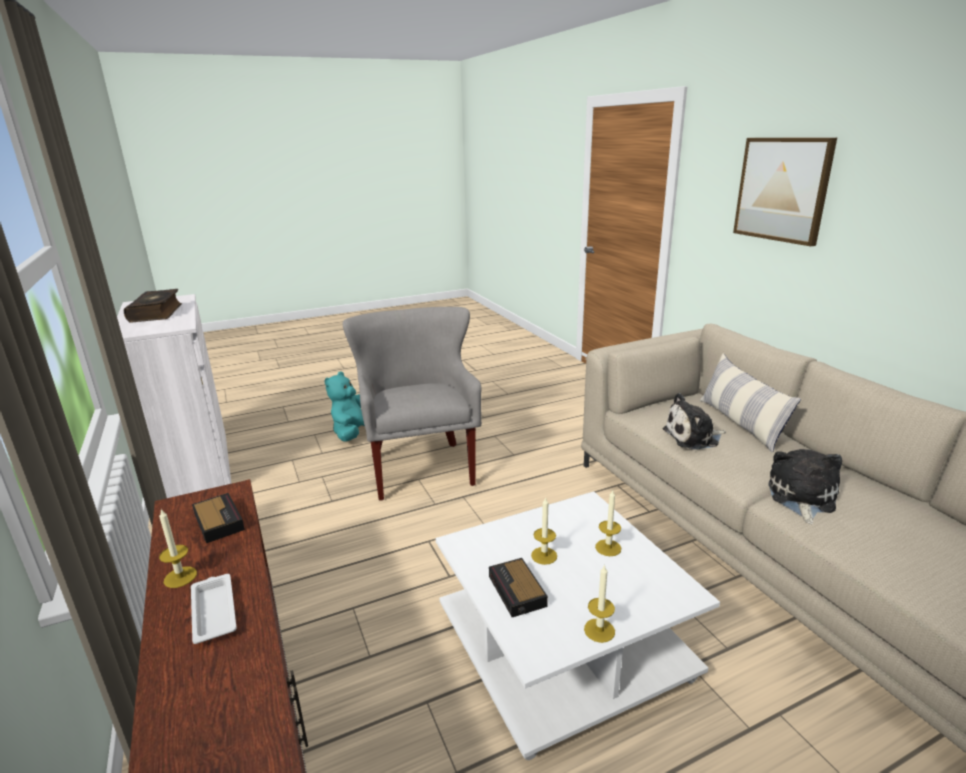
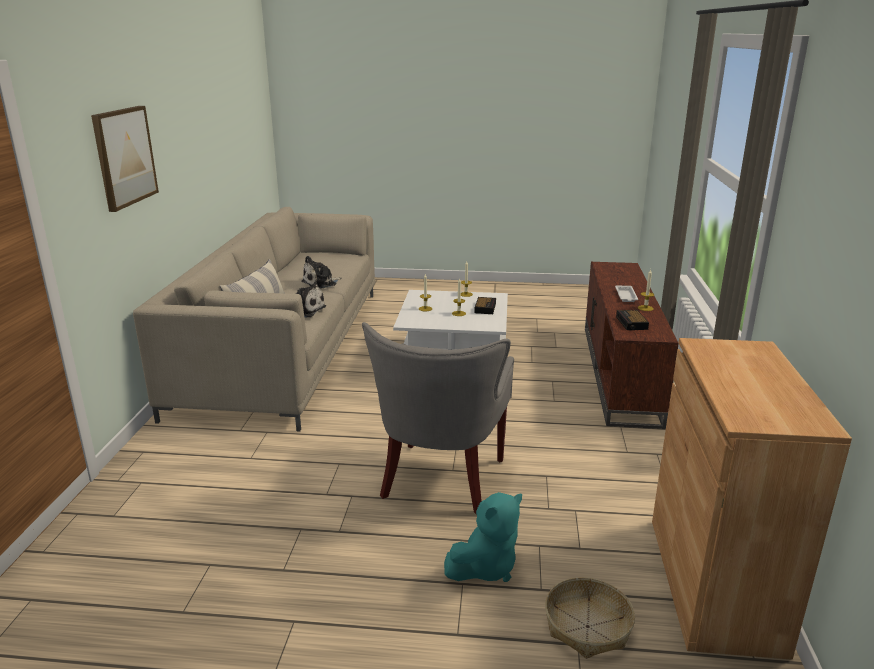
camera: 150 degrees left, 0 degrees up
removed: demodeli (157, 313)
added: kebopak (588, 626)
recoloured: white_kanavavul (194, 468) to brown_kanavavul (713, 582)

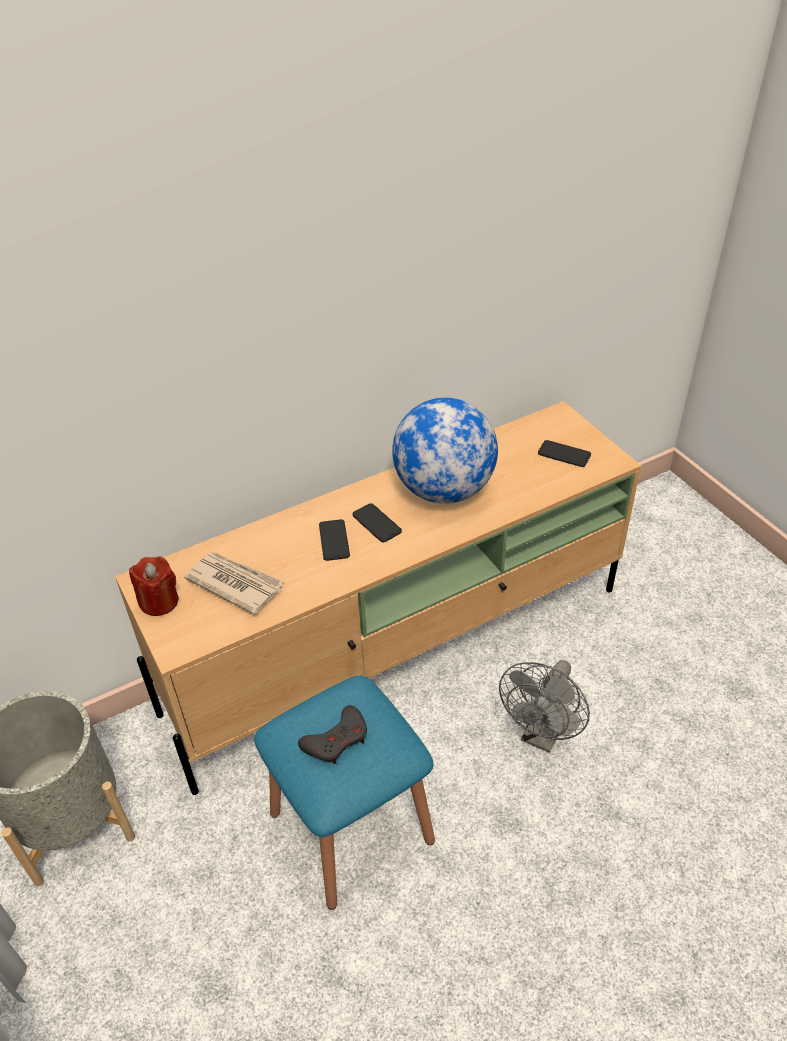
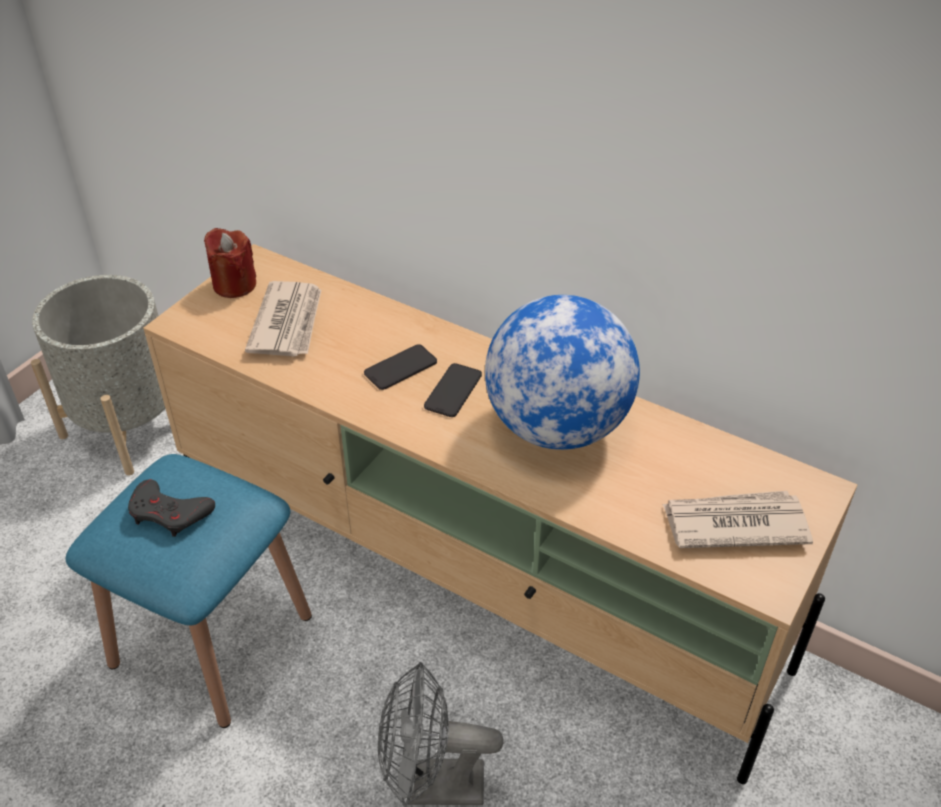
camera: 60 degrees right, 0 degrees up
replaced: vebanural (564, 454) to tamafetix (733, 523)

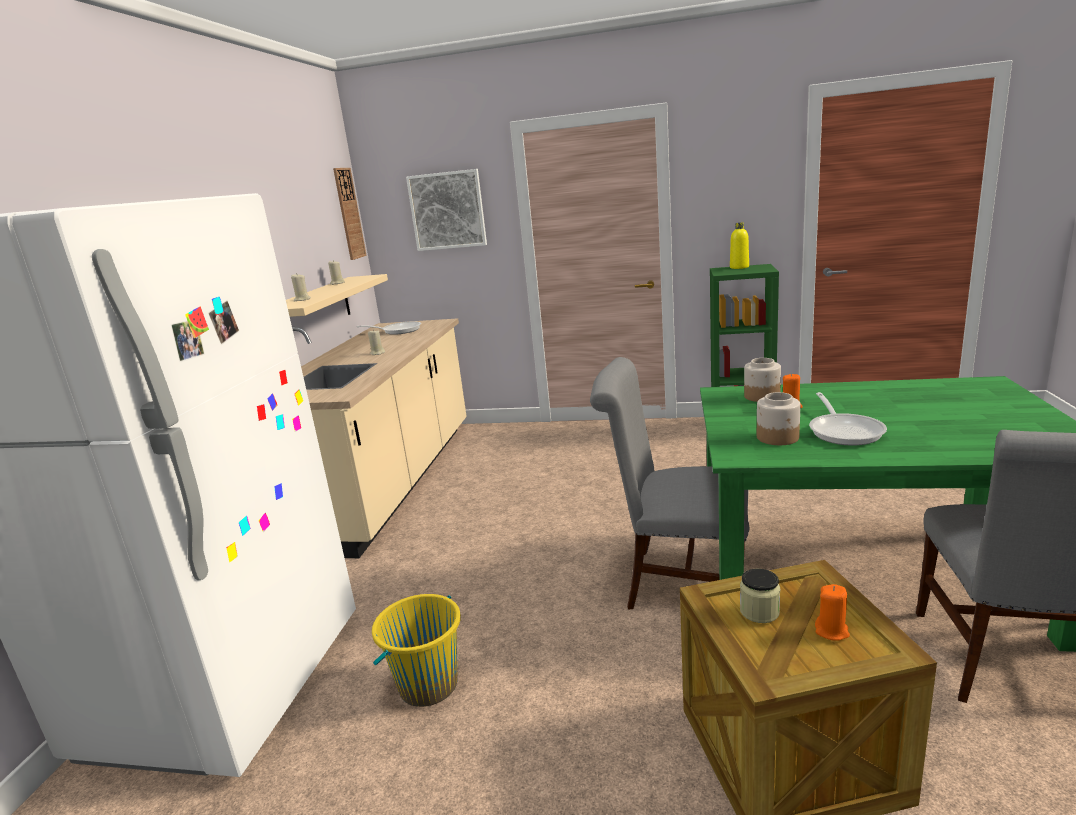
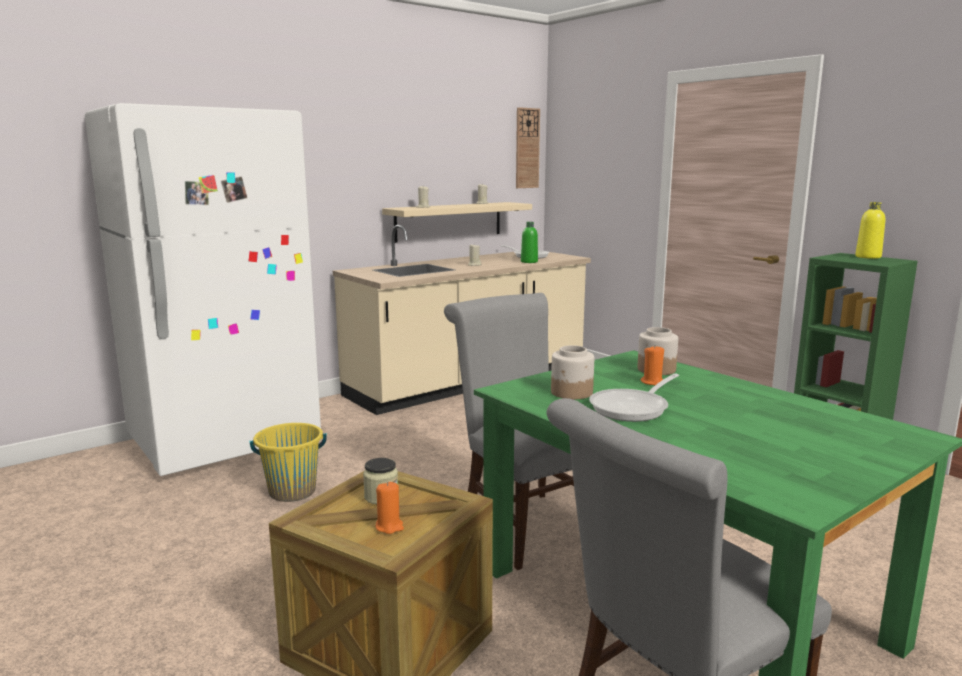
camera: 40 degrees right, 5 degrees down
removed: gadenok (447, 210)
added: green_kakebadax (529, 262)

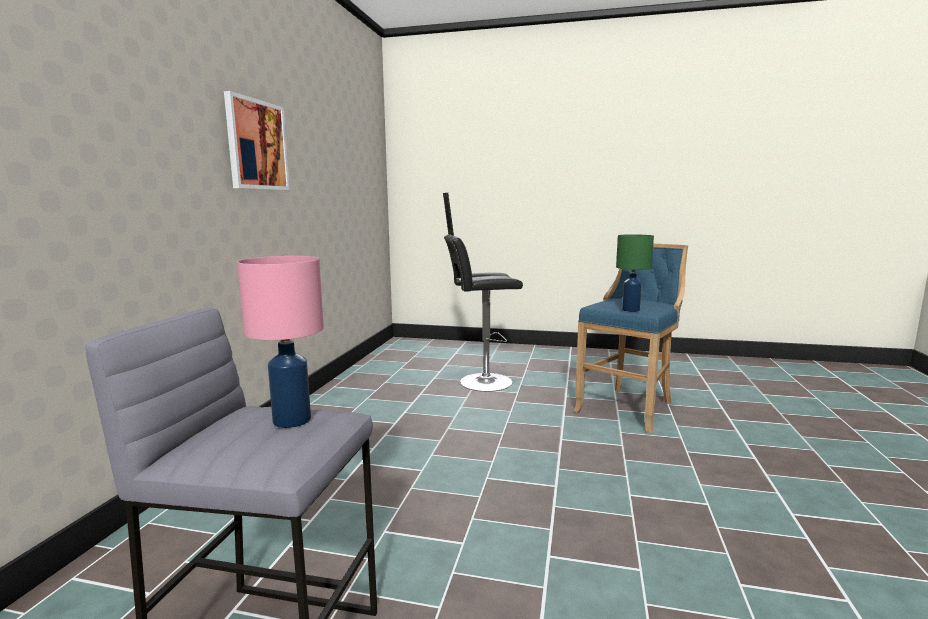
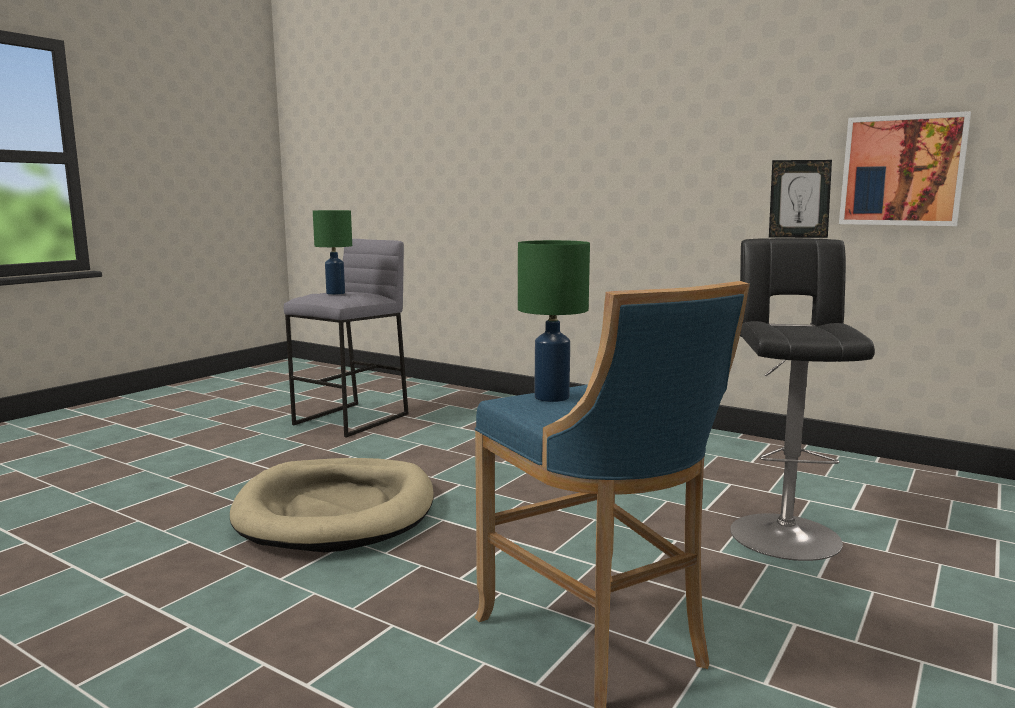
camera: 110 degrees right, 0 degrees up
added: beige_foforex (337, 511)
moved: gadenok (257, 145) to (902, 170)
recoloured: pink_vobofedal (292, 420) to green_vobofedal (336, 293)

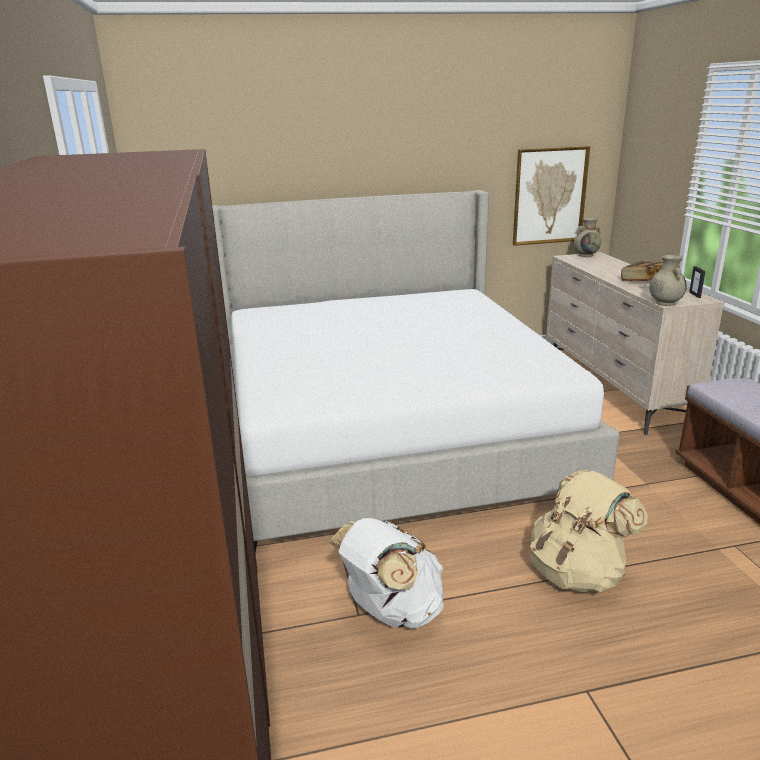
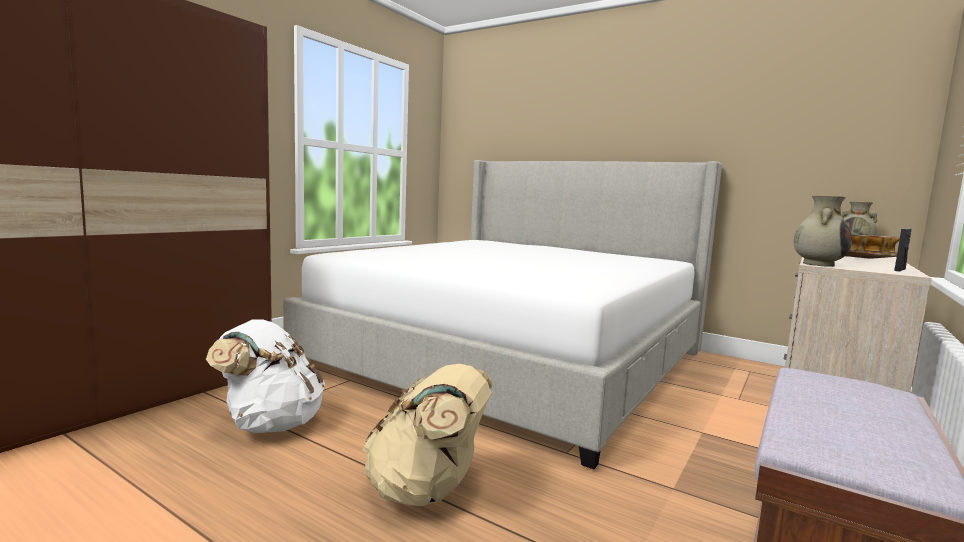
camera: 45 degrees right, 15 degrees down
removed: gadenok (549, 196)

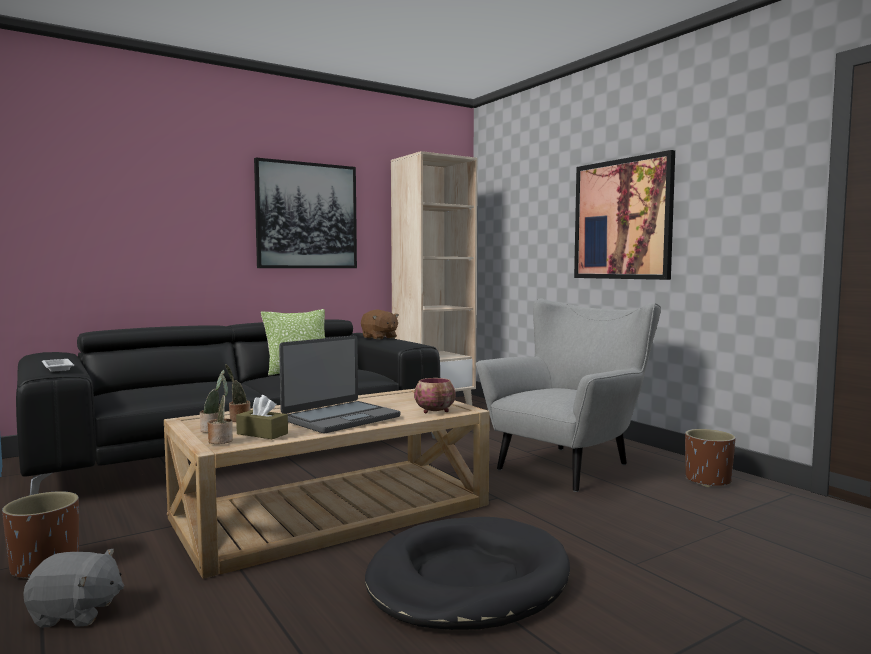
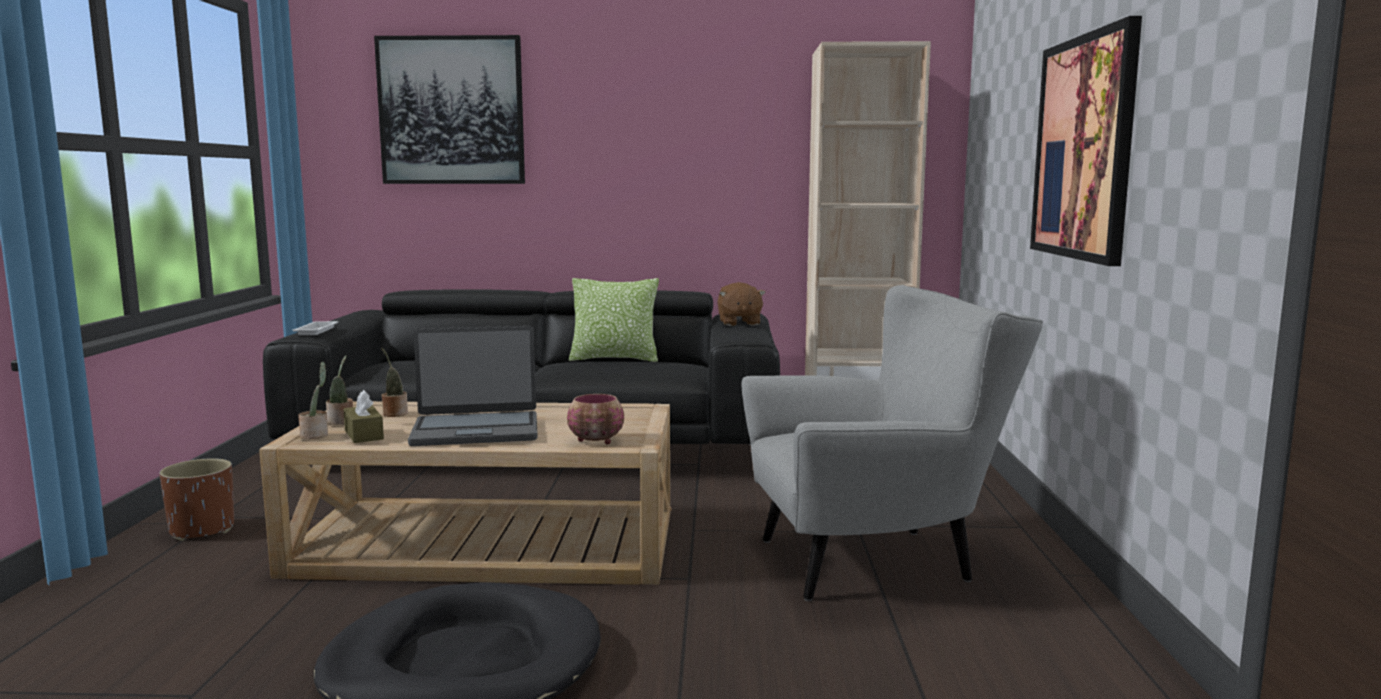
camera: 35 degrees right, 5 degrees up
removed: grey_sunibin (76, 613); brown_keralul (708, 480)
moved: gadenok (307, 216) to (451, 111)

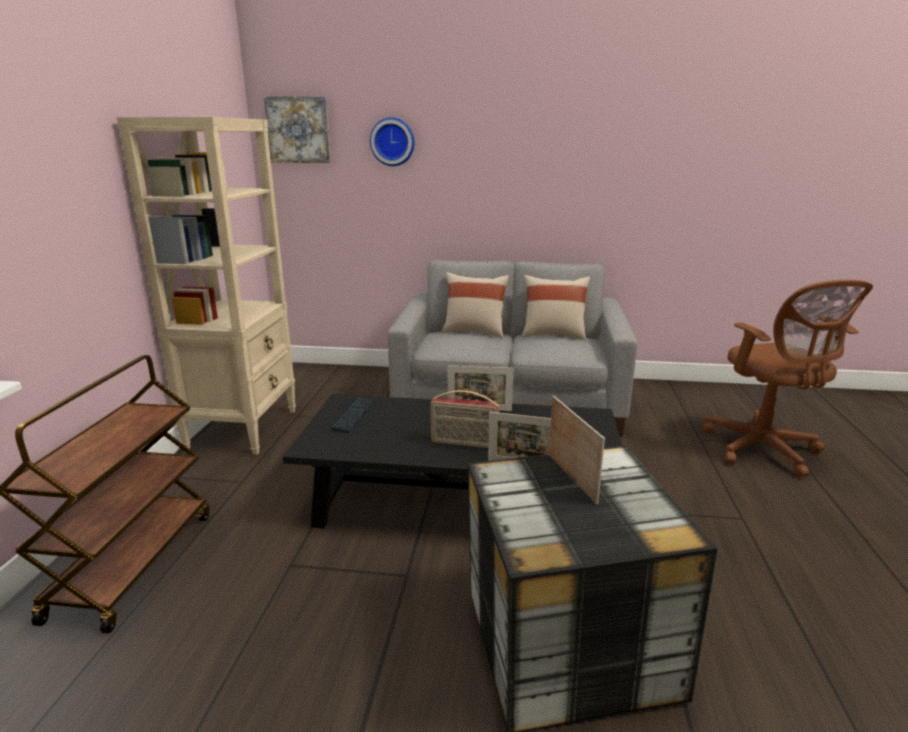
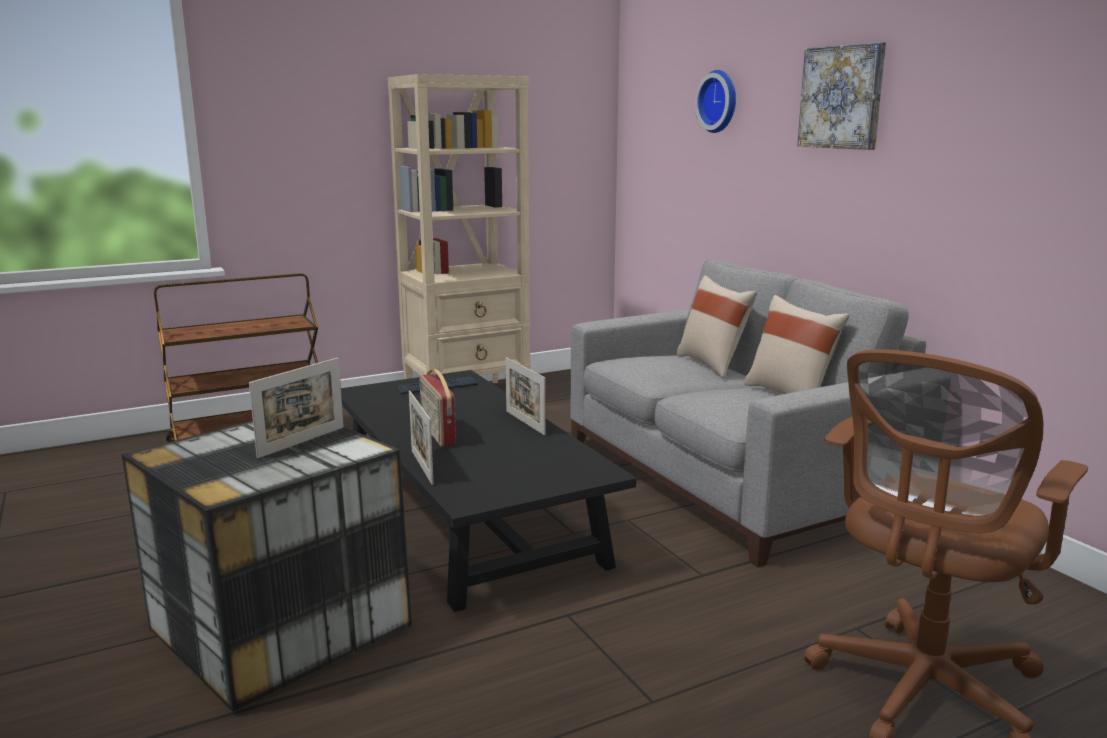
camera: 55 degrees right, 5 degrees down
moved: gadenok (298, 130) to (842, 97)

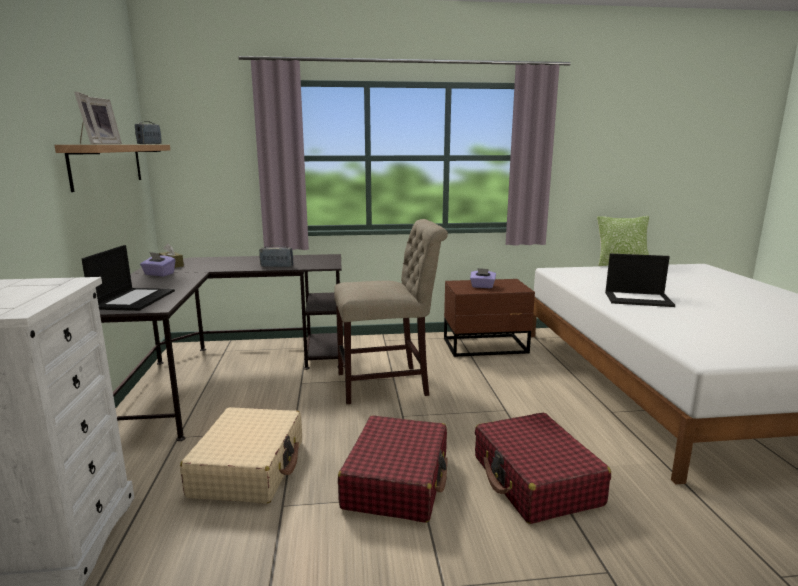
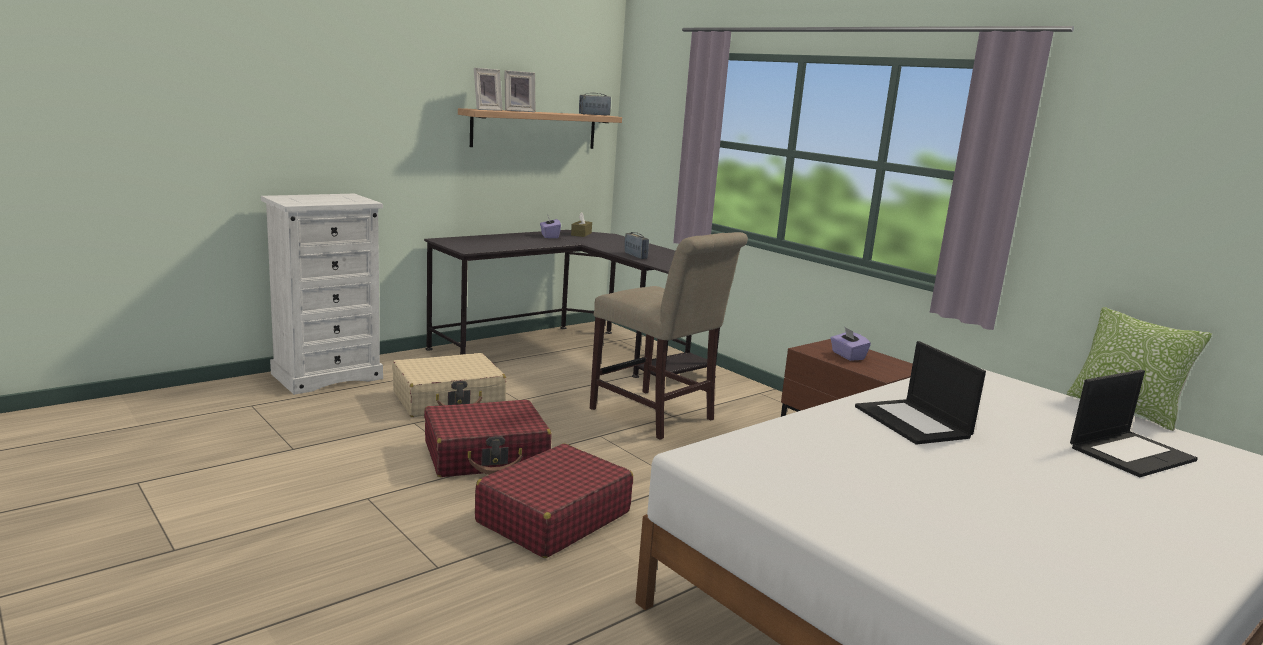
camera: 55 degrees right, 0 degrees up
moved: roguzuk (134, 299) to (1131, 453)

